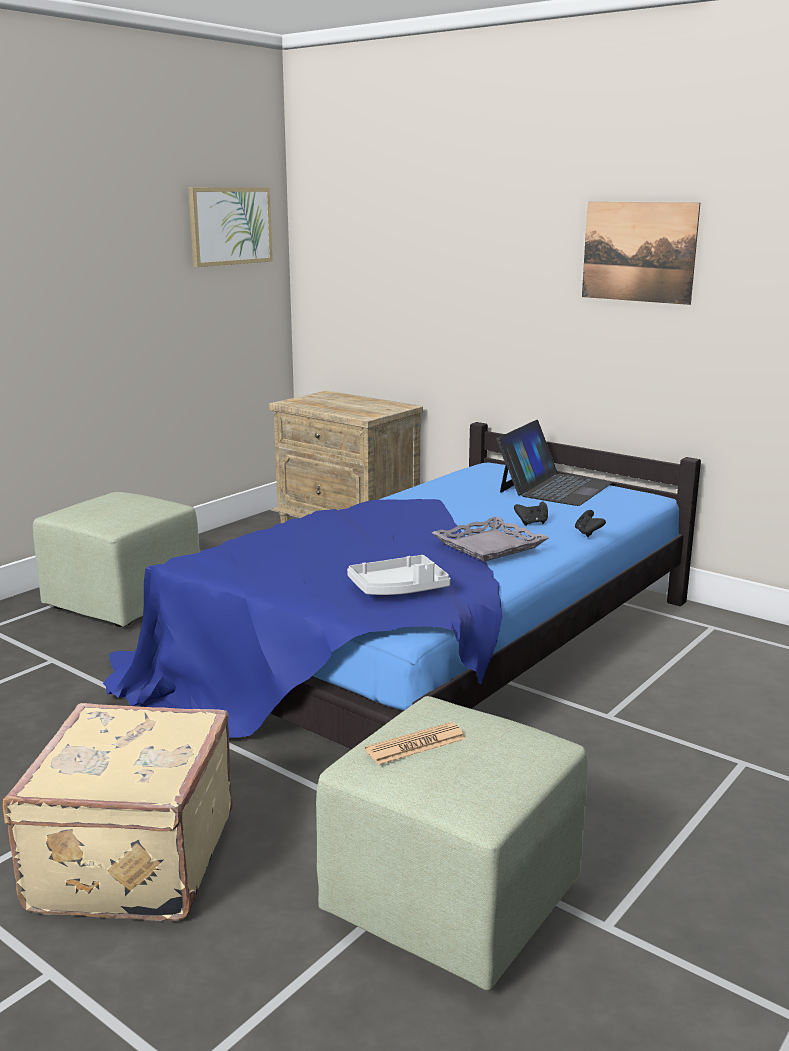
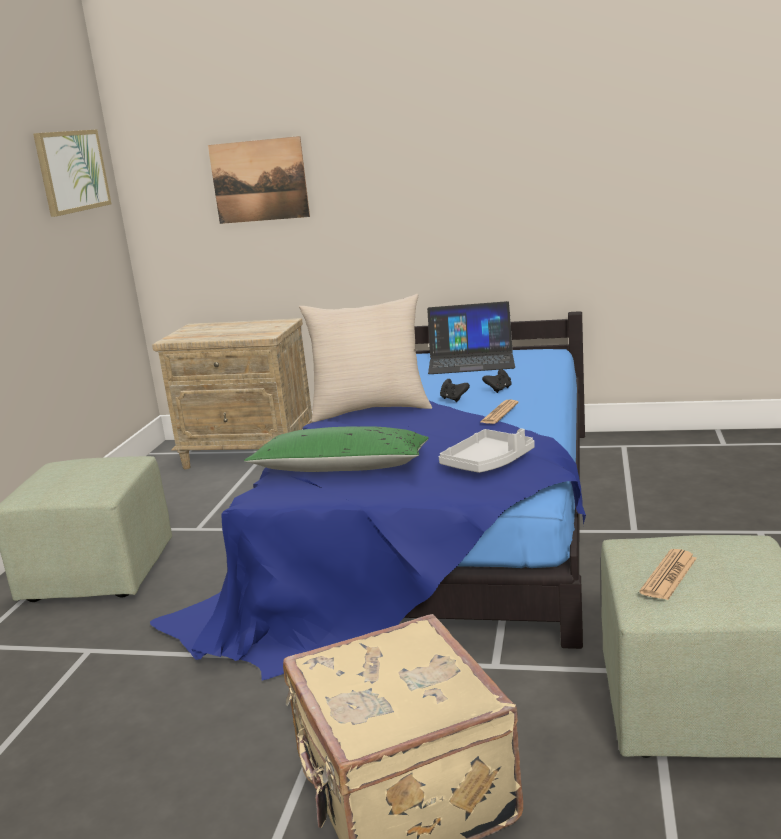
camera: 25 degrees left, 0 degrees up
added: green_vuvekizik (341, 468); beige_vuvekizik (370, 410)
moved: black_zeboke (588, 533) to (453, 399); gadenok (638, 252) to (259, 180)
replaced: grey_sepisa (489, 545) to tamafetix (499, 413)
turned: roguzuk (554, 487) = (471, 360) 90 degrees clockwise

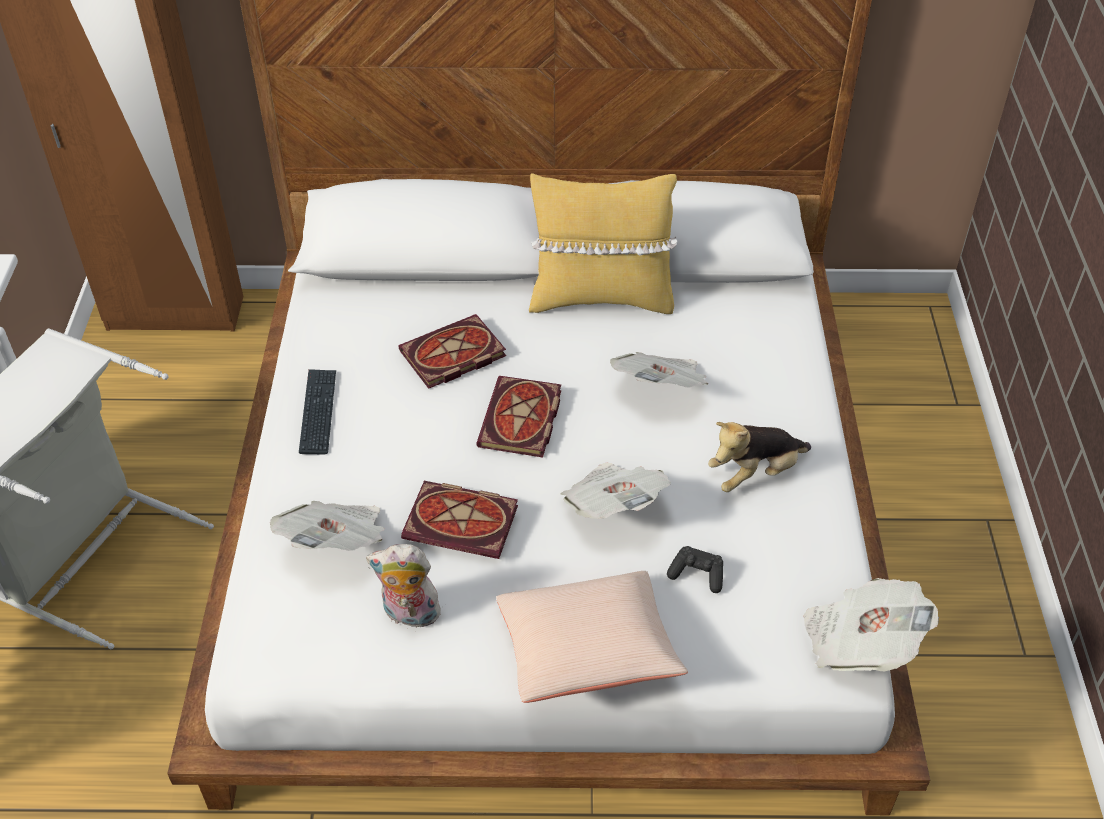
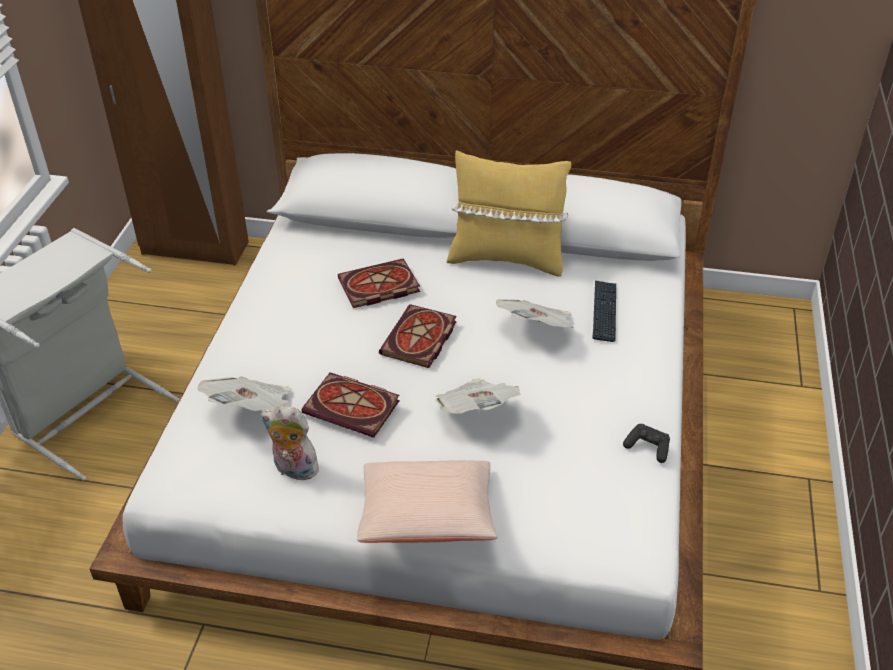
camera: 10 degrees right, 5 degrees down
removed: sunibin (755, 473); tamafetix (860, 642)
moved: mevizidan (318, 412) to (604, 311); black_zeboke (697, 574) to (647, 447)

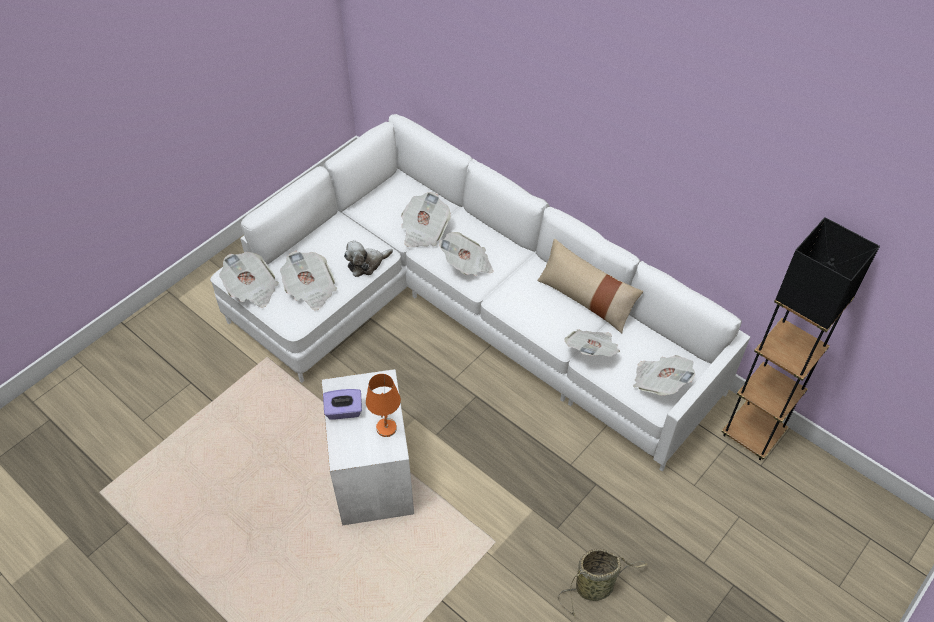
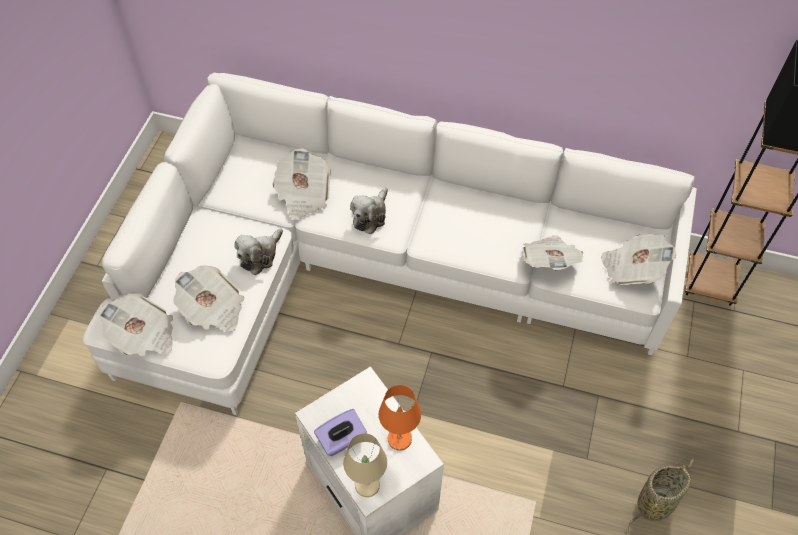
camera: 25 degrees left, 5 degrees up
removed: beige_vuvekizik (586, 299)
added: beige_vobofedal (366, 485)
replaced: tamafetix (467, 264) to sunibin (370, 215)

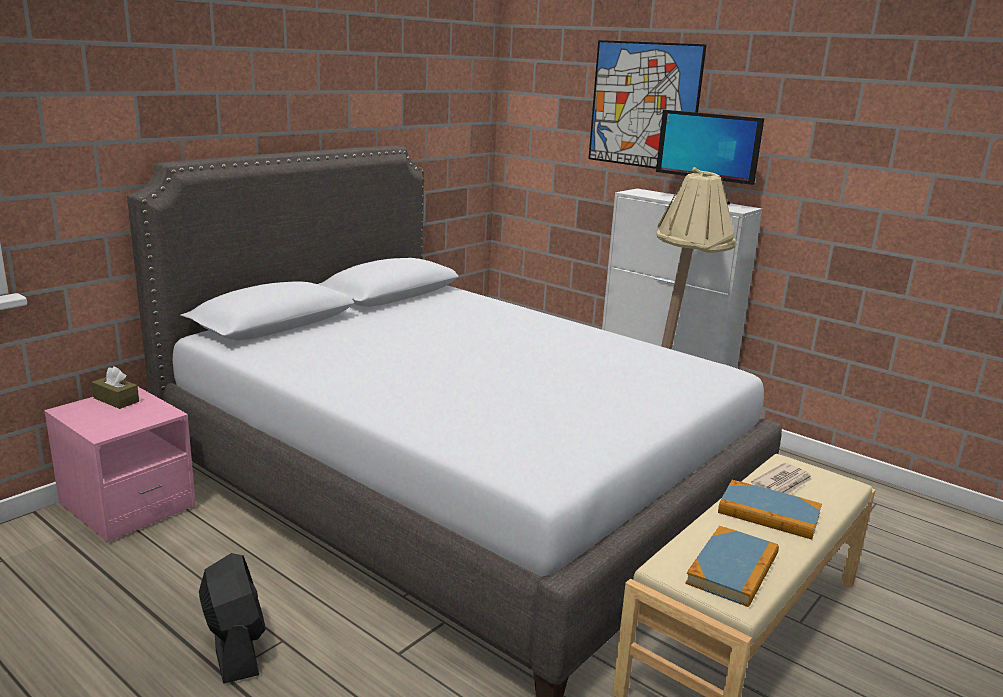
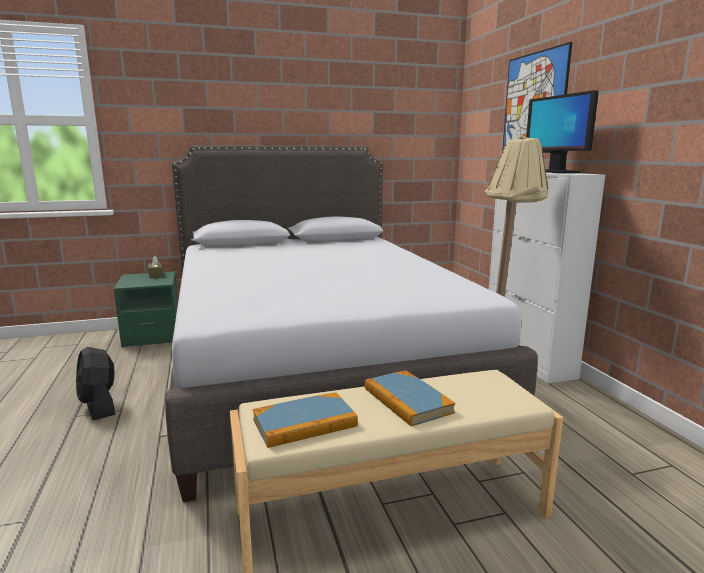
camera: 35 degrees right, 5 degrees down
removed: tamafetix (783, 483)
recoloured: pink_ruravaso (127, 506) to green_ruravaso (152, 335)
turned: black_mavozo (235, 646) = (99, 405) 135 degrees clockwise

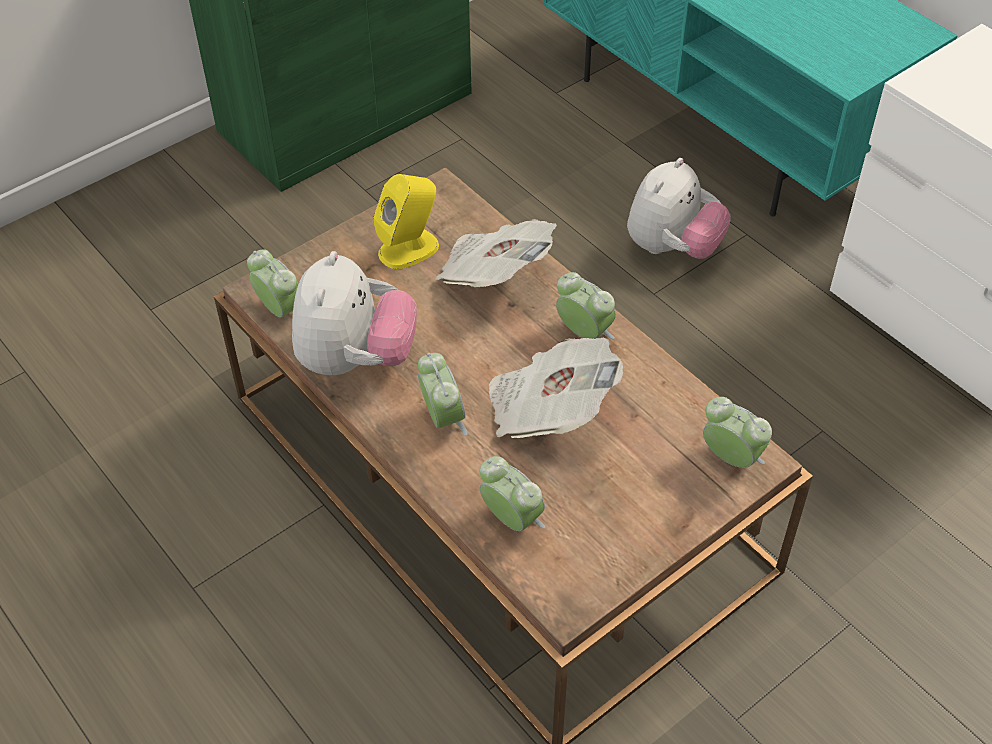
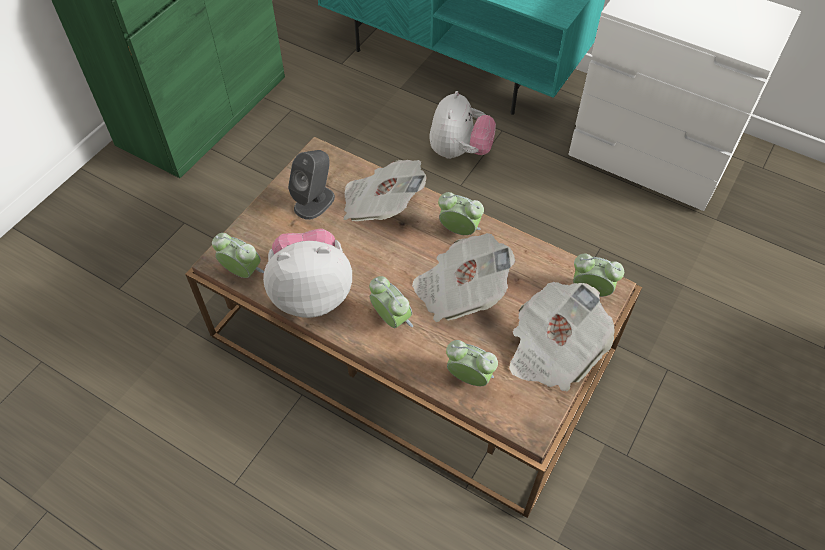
camera: 20 degrees left, 5 degrees up
added: tamafetix (553, 350)
recoloured: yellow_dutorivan (409, 249) to grey_dutorivan (314, 202)
turned: sunibin (355, 359) = (311, 293) 90 degrees counterclockwise

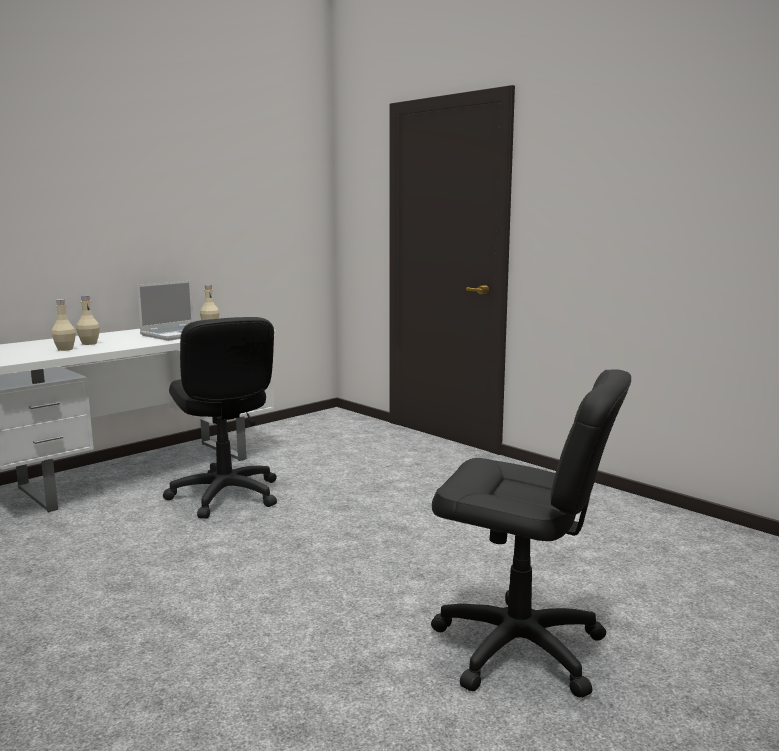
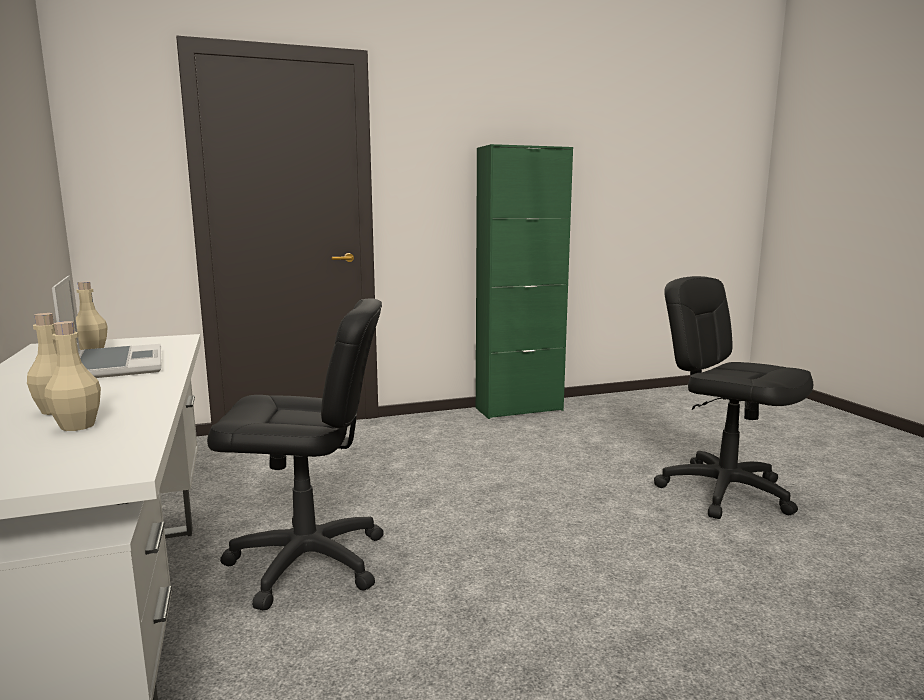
camera: 65 degrees left, 0 degrees up
added: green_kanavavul (519, 409)
turned: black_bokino (519, 648) = (724, 491) 90 degrees counterclockwise

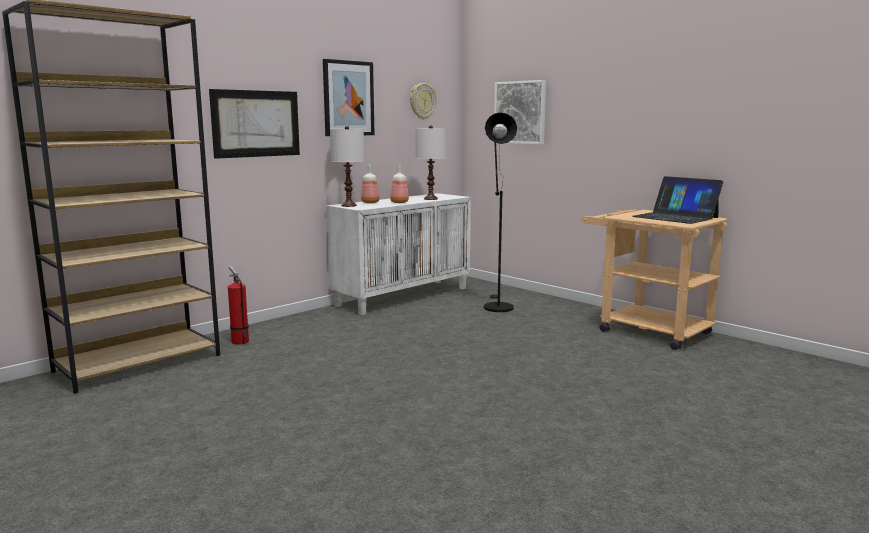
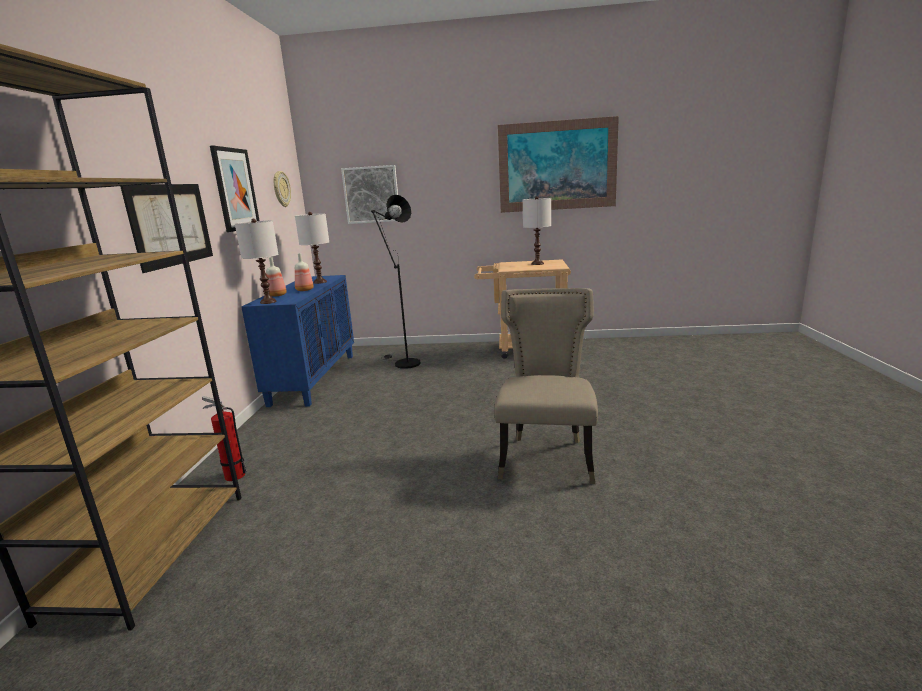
camera: 40 degrees left, 5 degrees up
added: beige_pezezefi (547, 457); gadenok (557, 166)
replaced: roguzuk (675, 217) to white_vobofedal (537, 263)
recoloured: white_kanavavul (403, 296) to blue_kanavavul (314, 378)

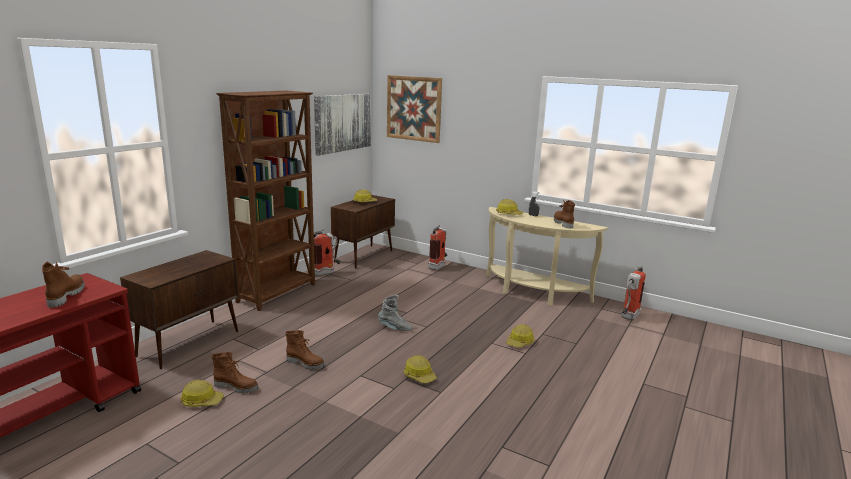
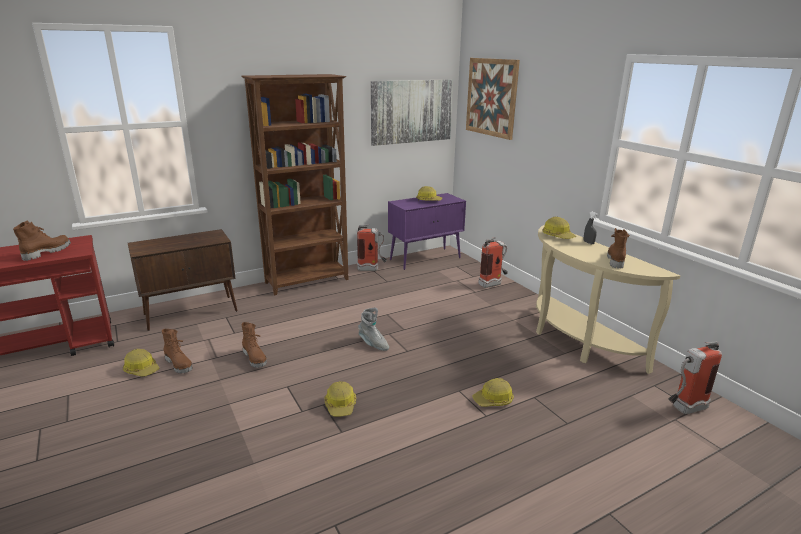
camera: 30 degrees right, 5 degrees up
recoloured: brown_kanavavul (364, 256) to purple_kanavavul (426, 258)

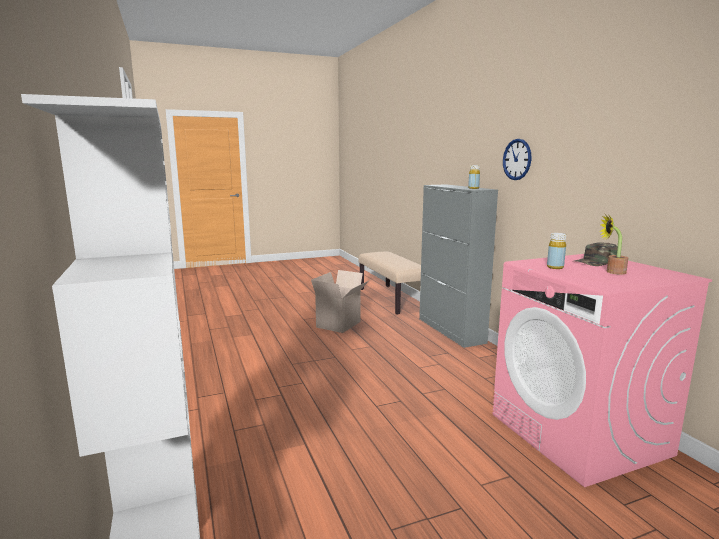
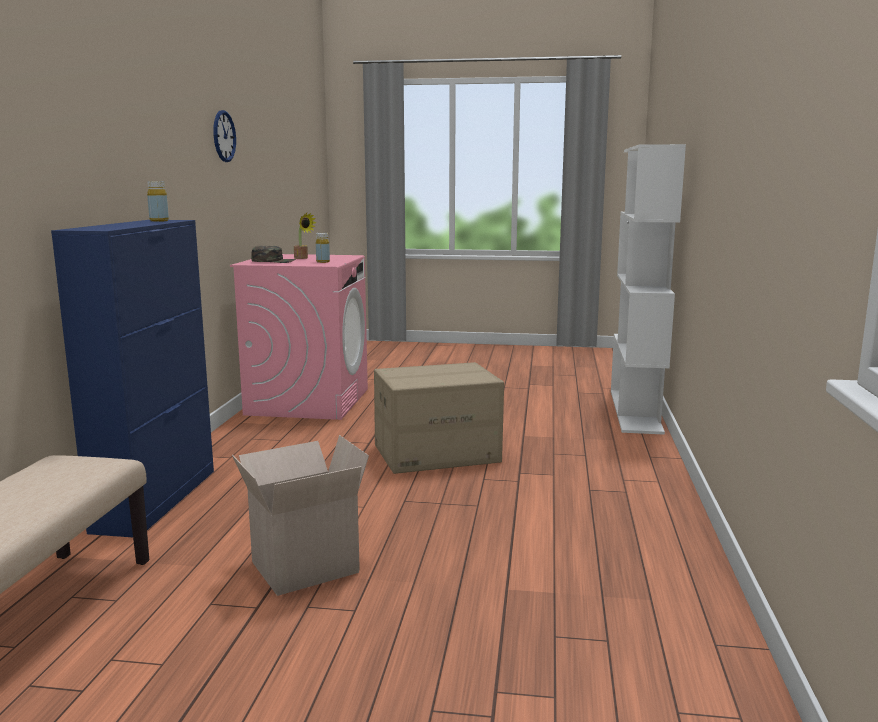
camera: 150 degrees left, 0 degrees up
added: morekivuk (436, 453)
moved: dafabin (517, 159) to (224, 136)
recoloured: grey_kanavavul (451, 330) to blue_kanavavul (157, 499)

